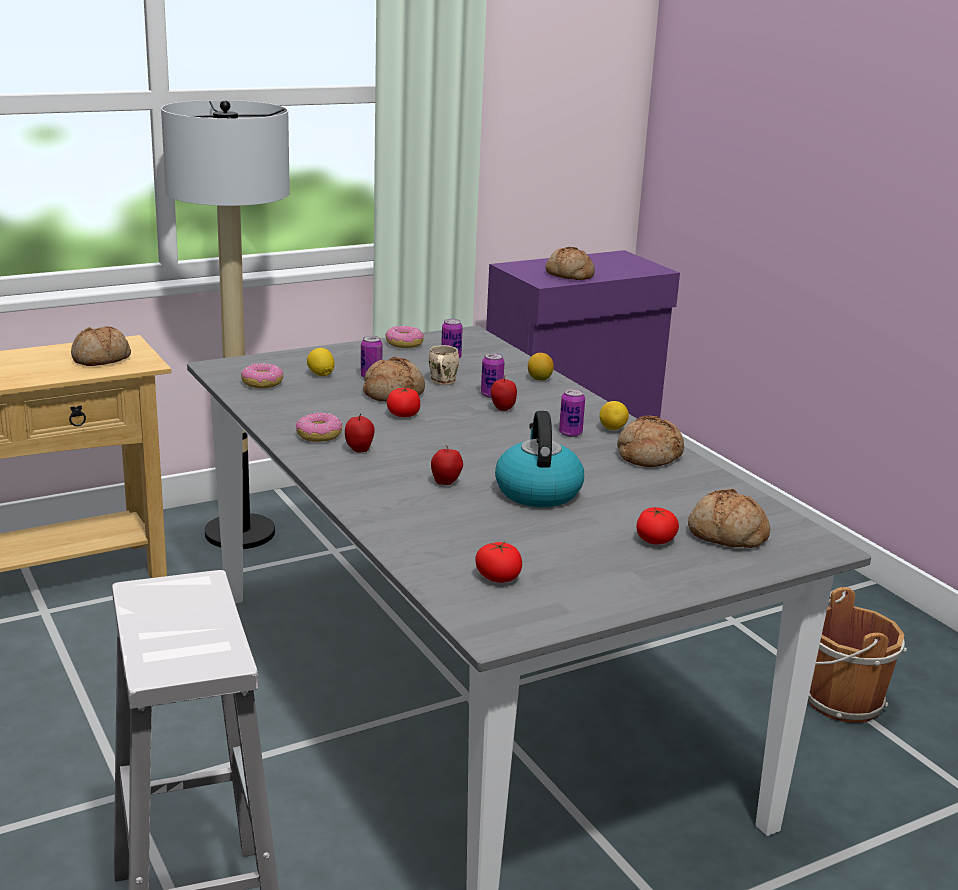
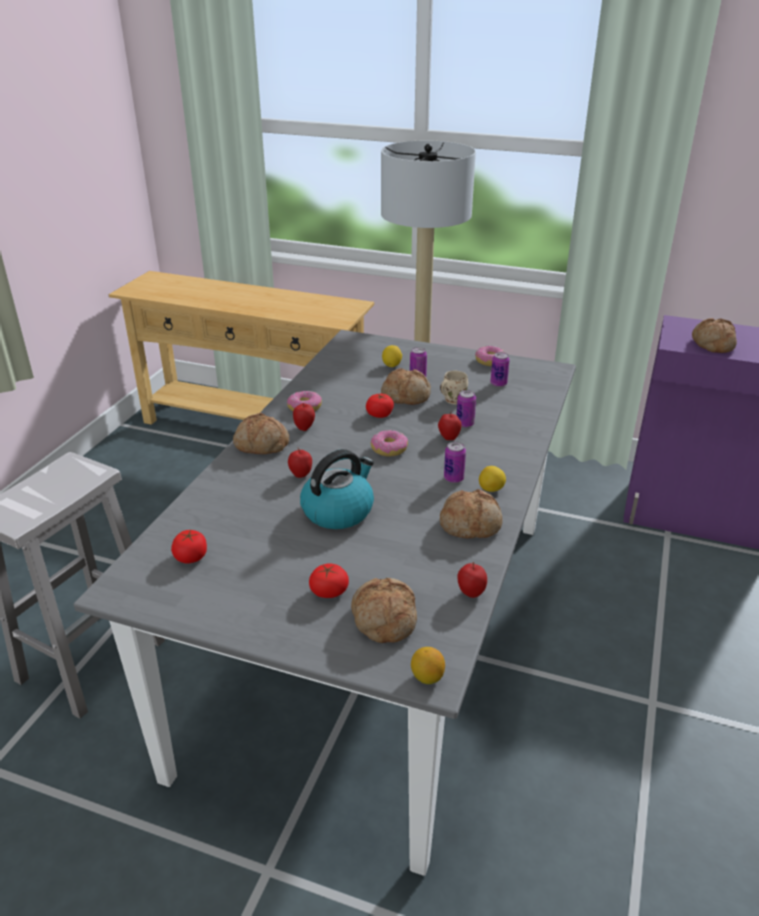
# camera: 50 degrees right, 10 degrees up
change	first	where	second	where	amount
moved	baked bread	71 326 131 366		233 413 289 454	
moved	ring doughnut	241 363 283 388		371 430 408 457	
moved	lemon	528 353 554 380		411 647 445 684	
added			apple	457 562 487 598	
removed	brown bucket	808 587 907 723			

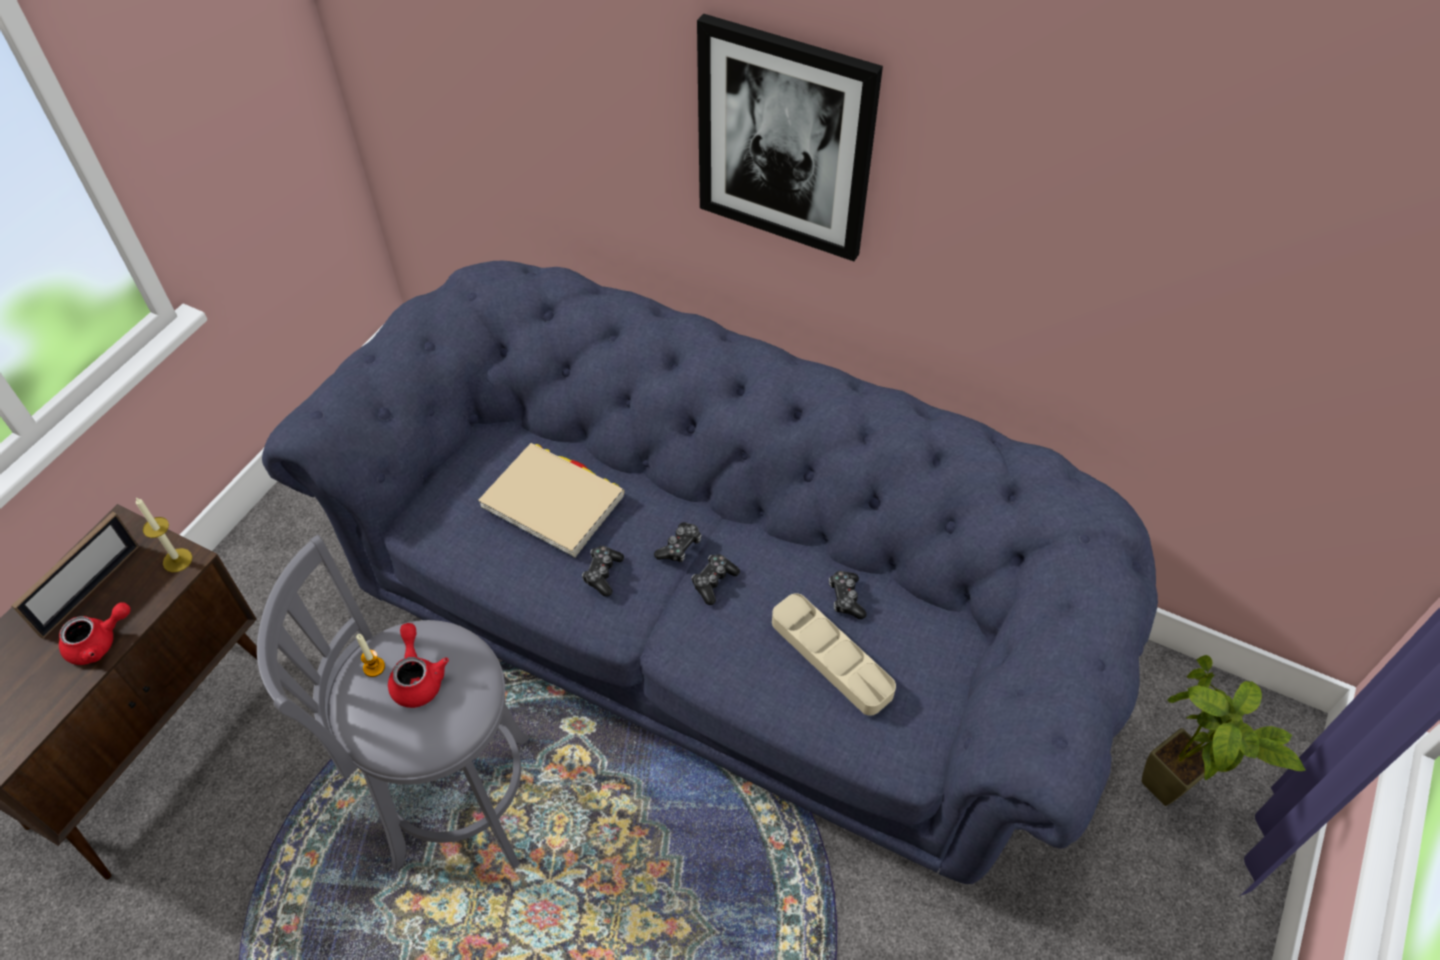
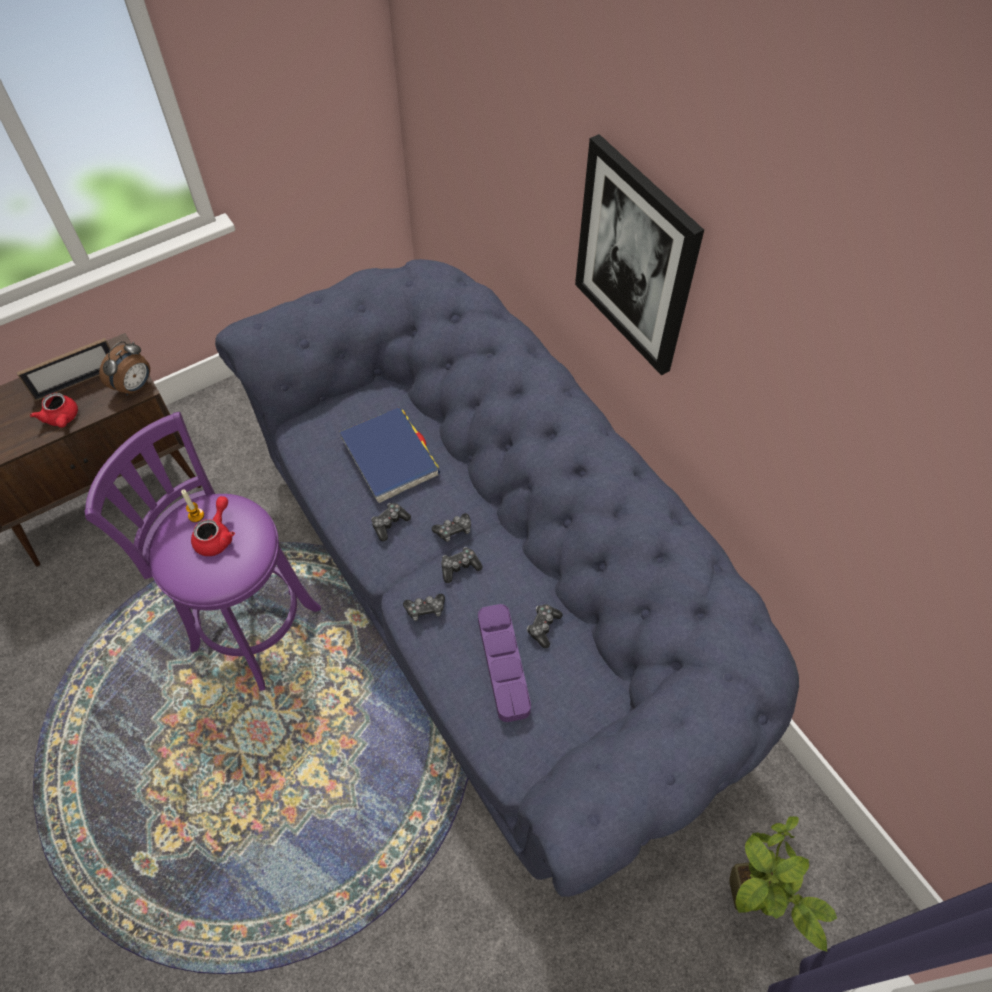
# camera: 30 degrees right, 5 degrees up
change	first	where	second	where	amount
turned	red teapot	59 602 130 665		30 393 78 428	60 degrees clockwise
recoloured	greyish stool	257 535 529 872	purple stool	85 412 321 691	
replaced	wax candle	136 498 192 572	alarm clock	99 341 150 396	
recoloured	sand-coloured volume	478 443 625 558	blue volume	339 407 440 503	
added			joypad	403 594 445 621	
recoloured	sand-coloured carrying tray	772 593 896 716	purple carrying tray	478 604 531 722	

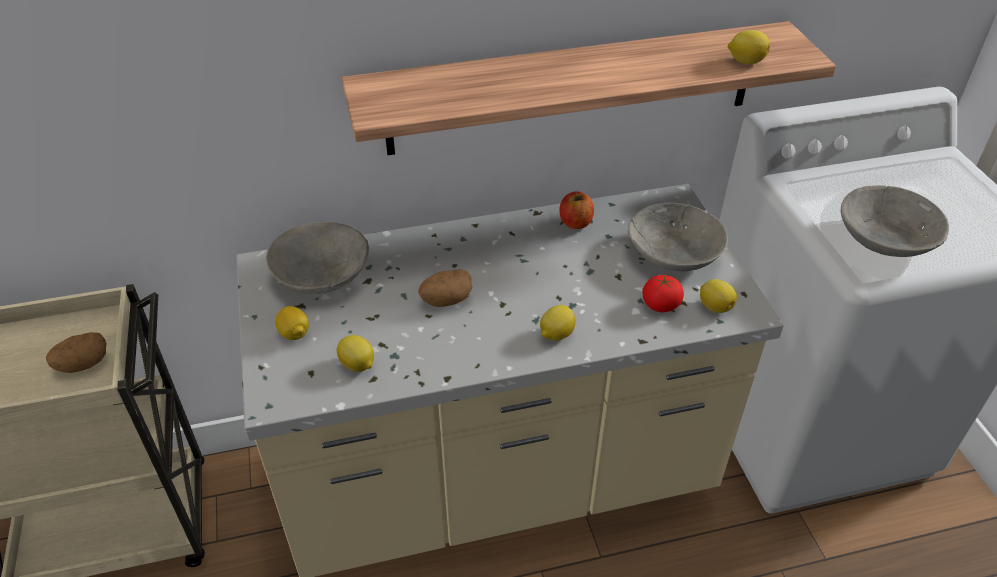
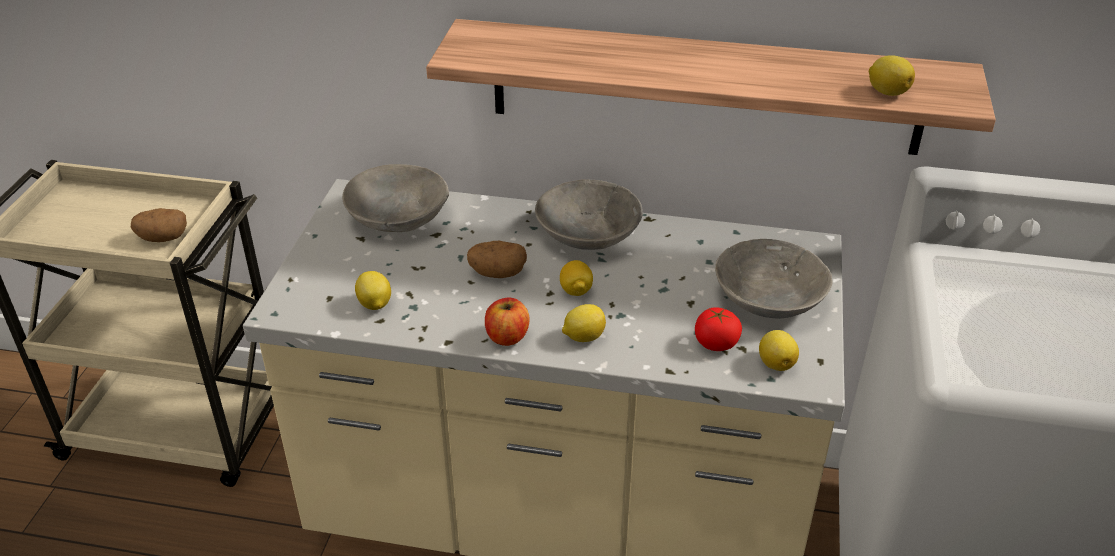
# camera: 25 degrees right, 5 degrees down
change	first	where	second	where	amount
moved	apple	559 191 594 229		485 298 529 346	
moved	greyish deep dish	841 185 949 257		535 179 643 250	
moved	lemon	275 306 309 340		560 260 593 296	

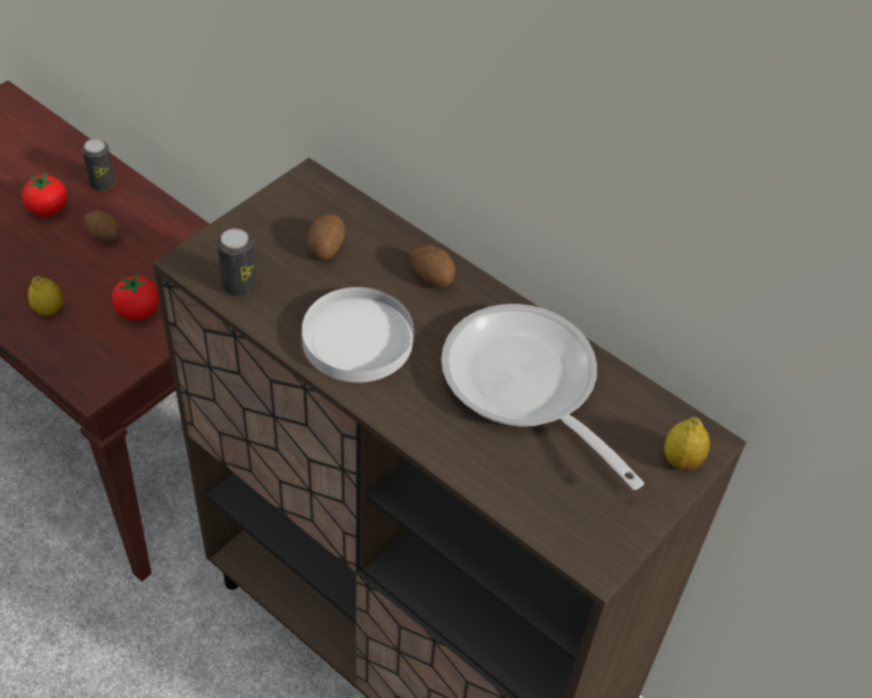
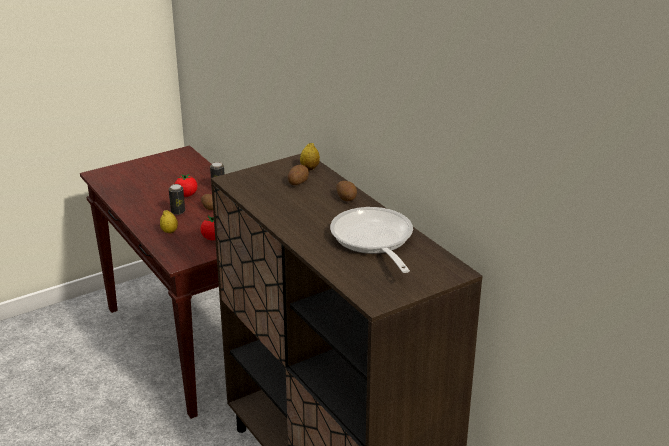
# camera: 20 degrees right, 20 degrees down
change	first	where	second	where	amount
moved	can	217 228 256 296		169 184 185 215	
moved	lemon	664 417 710 471		300 143 320 171	
removed	white plate	302 287 414 383			

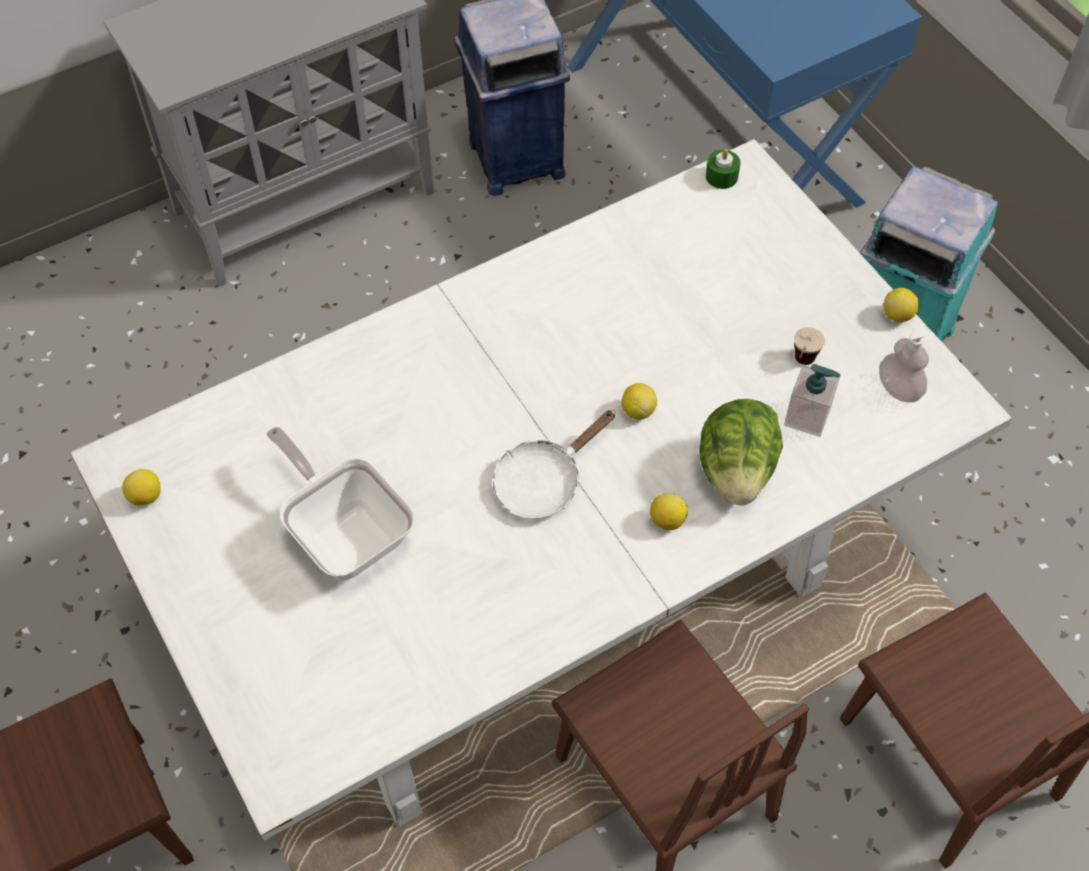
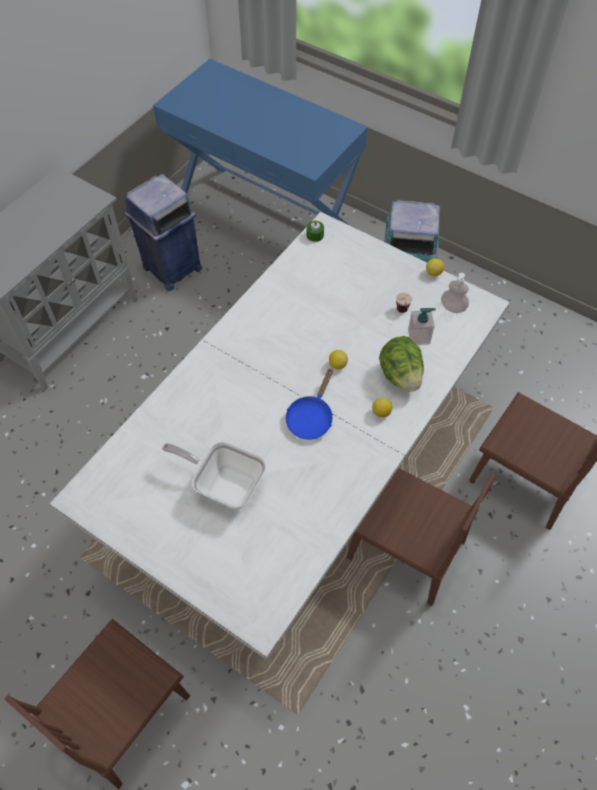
# camera: 25 degrees left, 0 degrees up
change	first	where	second	where	amount
recoloured	white pan	493 410 616 519	blue pan	286 368 333 440	
removed	lemon	122 469 161 505			

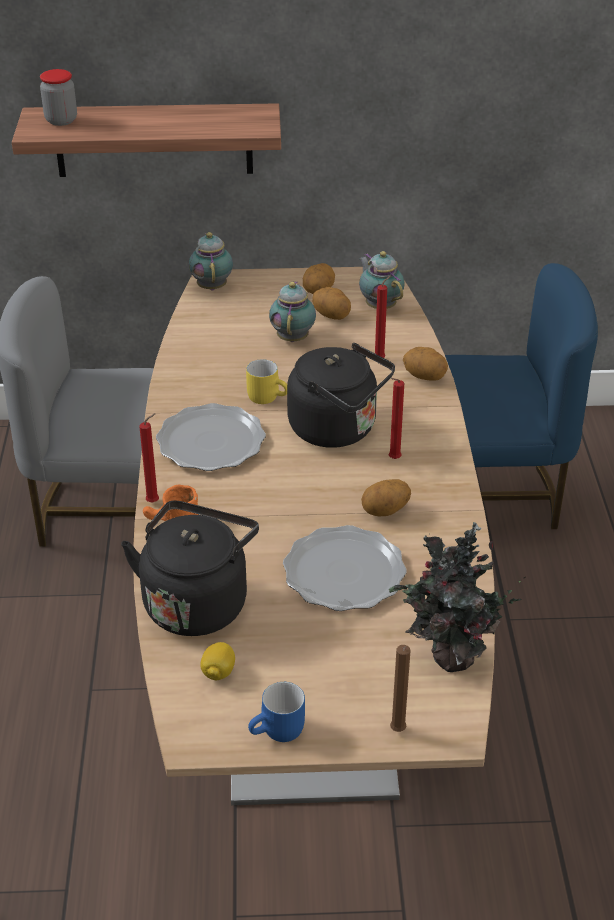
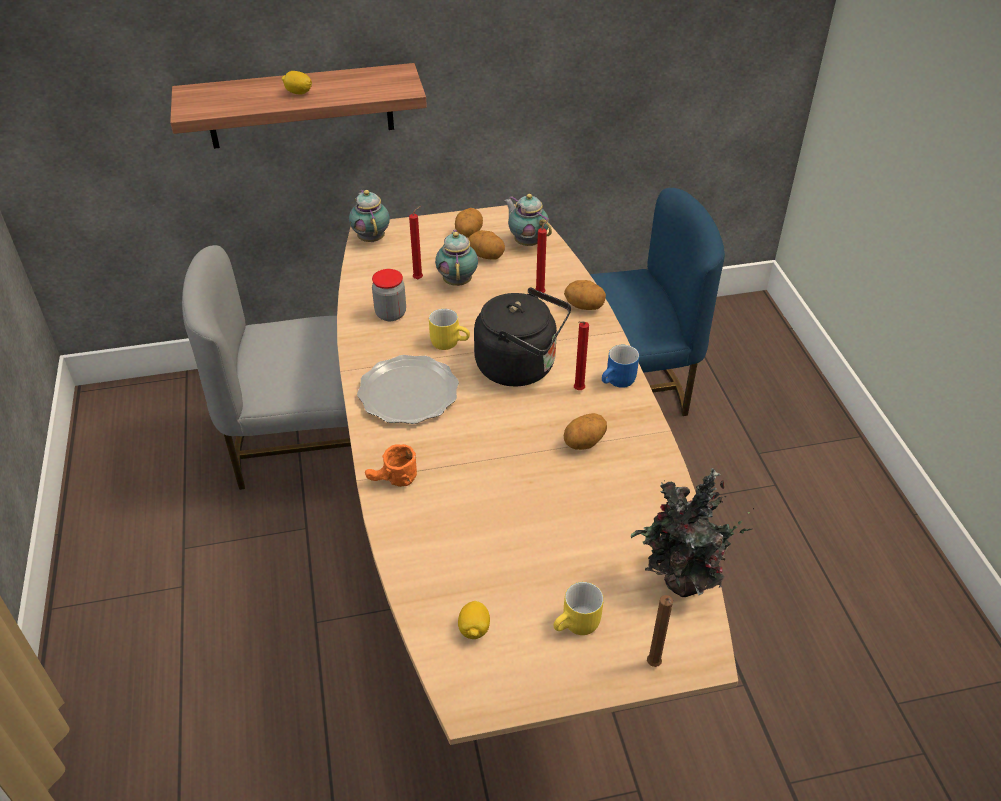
# camera: 10 degrees left, 5 degrees up
change	first	where	second	where	amount
added			lemon	282 71 312 95	
moved	preserve jar	40 69 77 126		372 269 406 321	
moved	red wax candle	139 413 159 502		409 206 423 279	
added			yellow tea mug	554 582 604 635	
moved	blue tea mug	248 682 305 742		602 345 639 388	
removed	black-coloured kettle	121 500 259 636			
removed	plate	283 525 407 611			

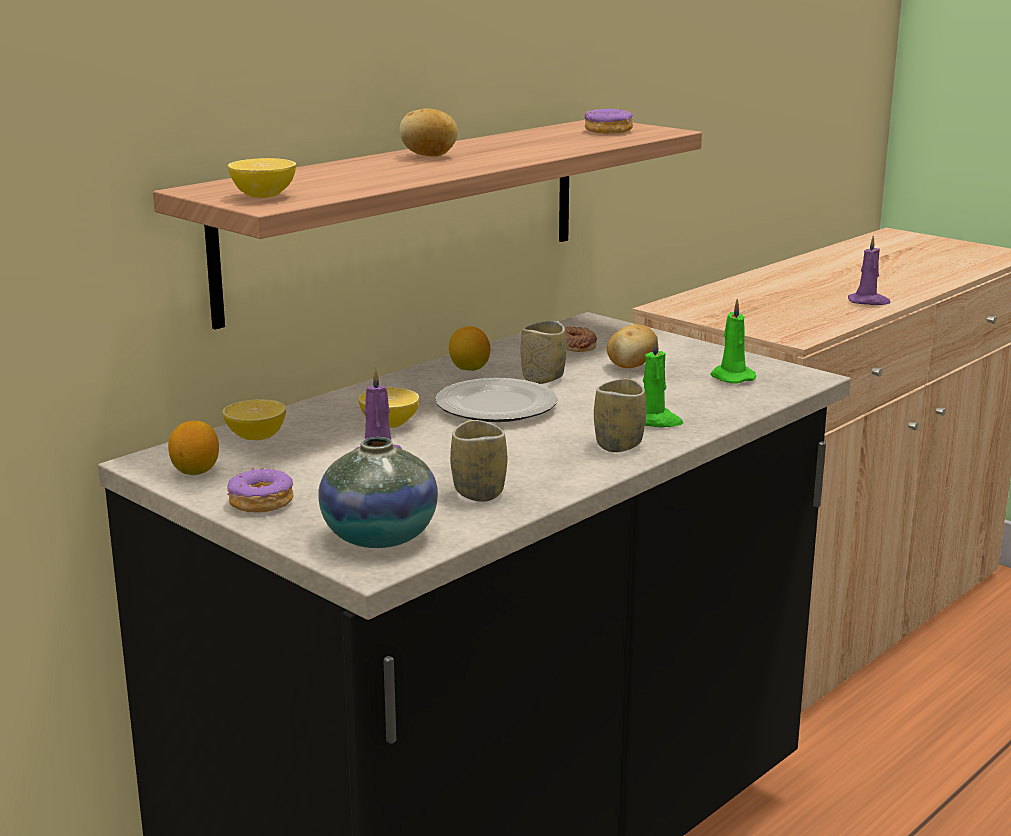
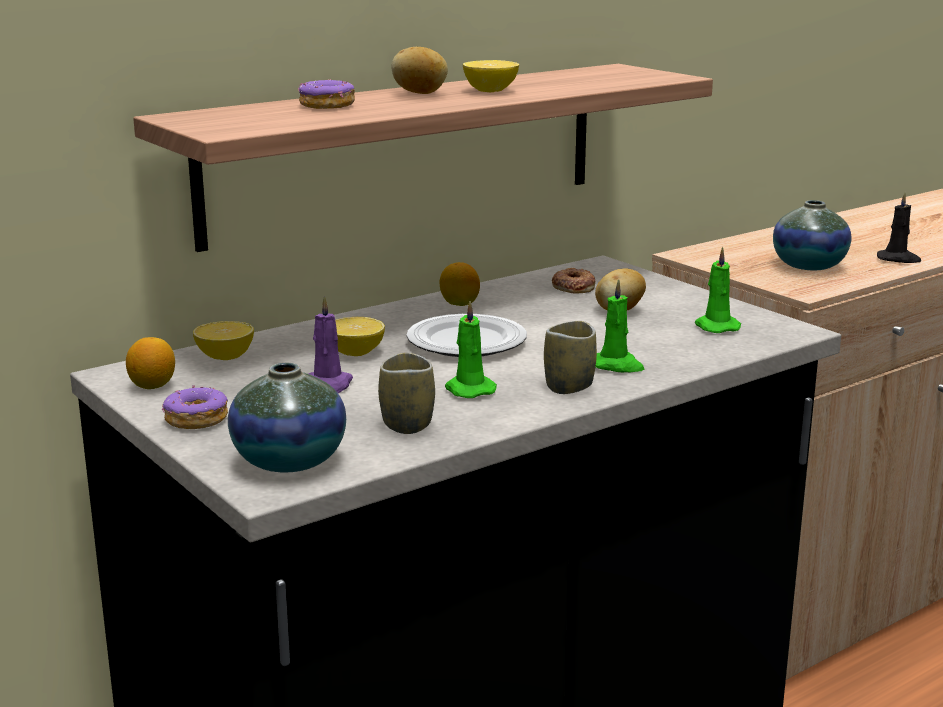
# camera: 10 degrees right, 0 degrees up
change	first	where	second	where	amount
moved	ring doughnut	584 108 633 134		298 79 355 109	
added			green-coloured wax candle	445 300 497 398	
moved	lemon	228 158 296 198		463 60 519 93	
added			flower vase	773 200 851 270	
recoloured	purple wax candle	848 235 891 305	black-coloured wax candle	877 192 921 263	
removed	drinking cup	520 321 566 384			

